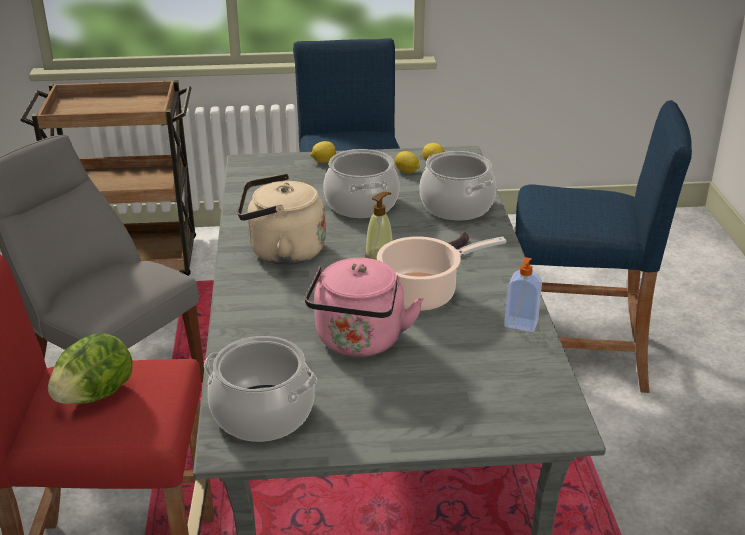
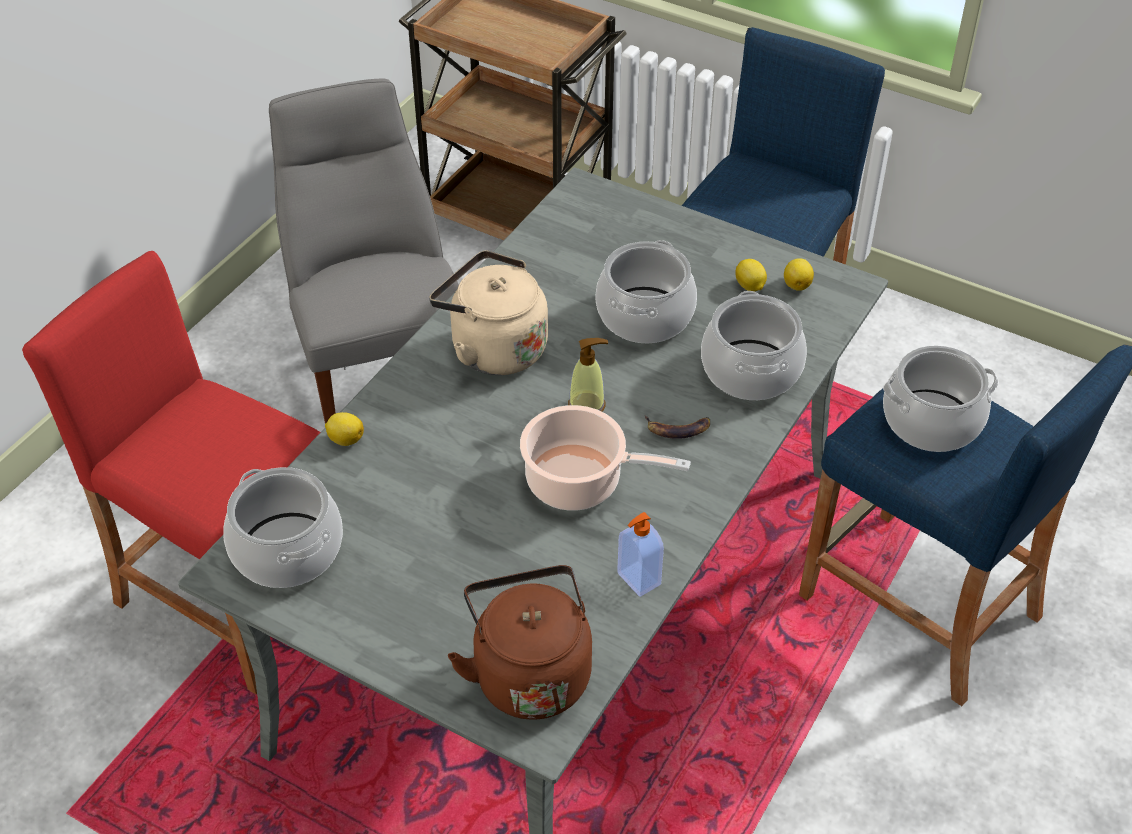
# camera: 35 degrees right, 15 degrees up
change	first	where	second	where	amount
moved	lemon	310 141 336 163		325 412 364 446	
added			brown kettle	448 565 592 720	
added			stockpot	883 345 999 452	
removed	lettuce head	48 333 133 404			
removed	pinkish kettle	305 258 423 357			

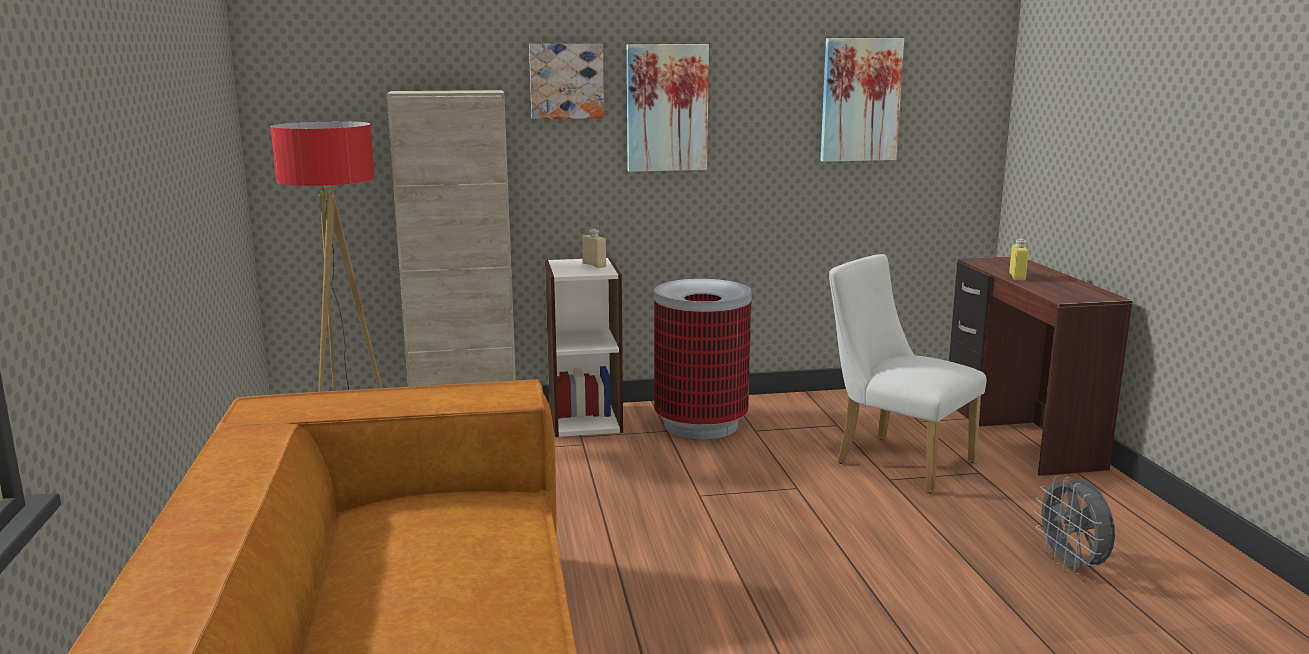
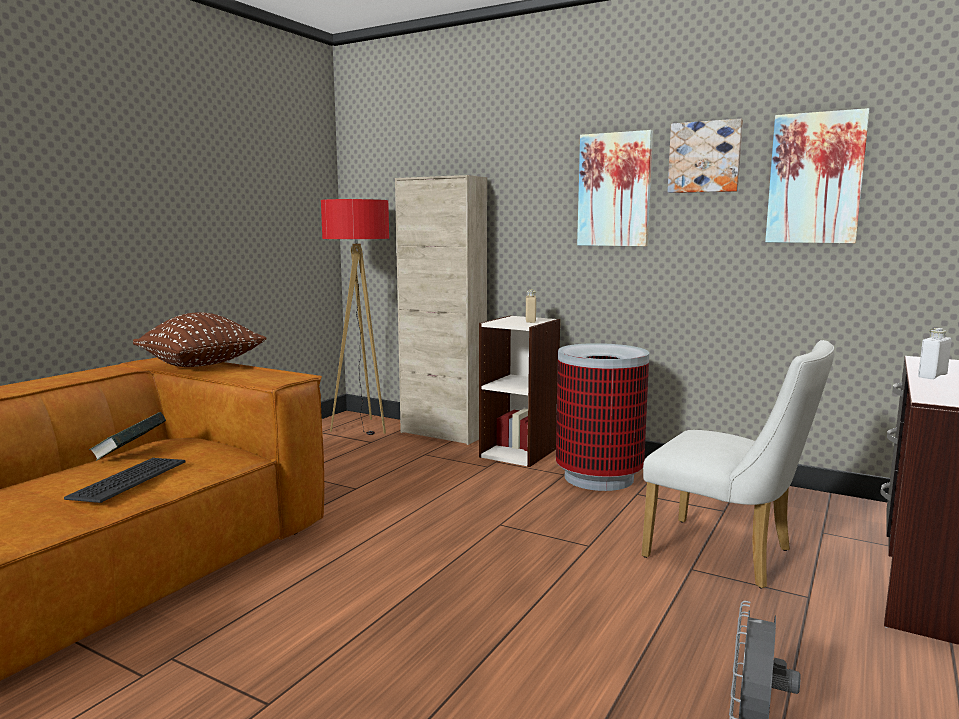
# camera: 40 degrees right, 5 degrees down
change	first	where	second	where	amount
added			computer keyboard	64 458 186 503	
added			volume	89 412 166 461	
added			brown cushion	133 312 267 367	
turned	white plain chair	829 254 987 494		641 340 834 589	135 degrees clockwise
moved	wall picture	529 44 604 119		668 119 743 193	
recoloured	yellow drink bottle	1009 239 1029 280	white drink bottle	918 328 952 379	

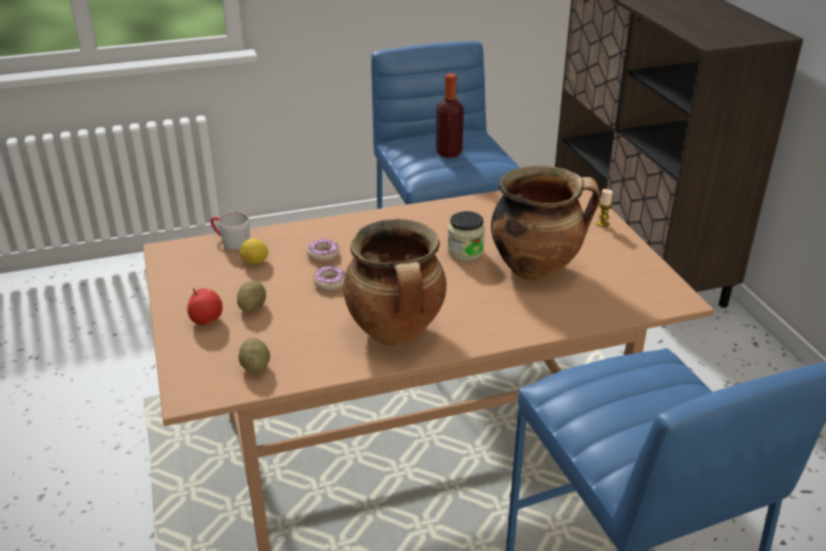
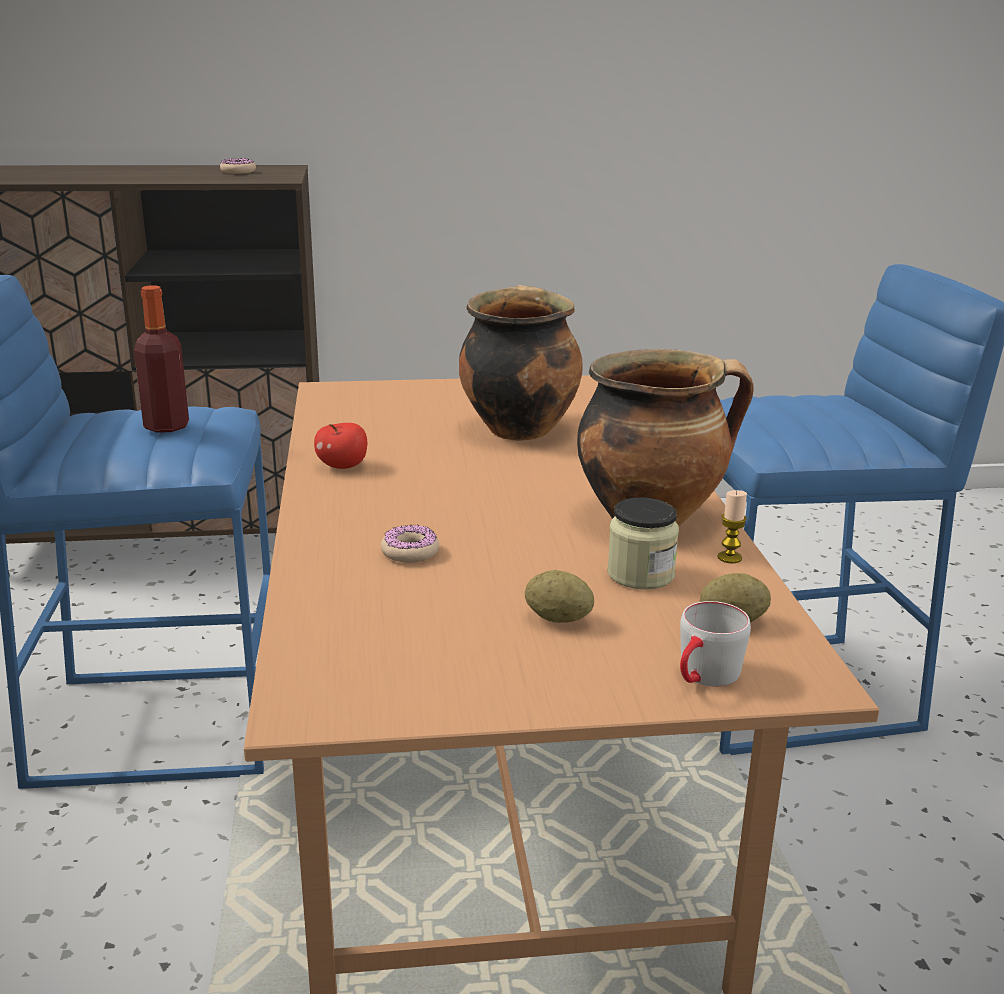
# camera: 80 degrees left, 10 degrees down
change	first	where	second	where	amount
moved	ring doughnut	313 266 346 291		220 158 256 174	
moved	apple	187 288 223 325		314 423 367 469	
moved	preserve jar	448 211 485 261		607 497 679 590	
moved	greyish tea mug	210 212 250 250		680 601 751 687	
moved	wax candle	597 189 613 227		718 490 747 563	
removed	lemon	240 238 268 264			

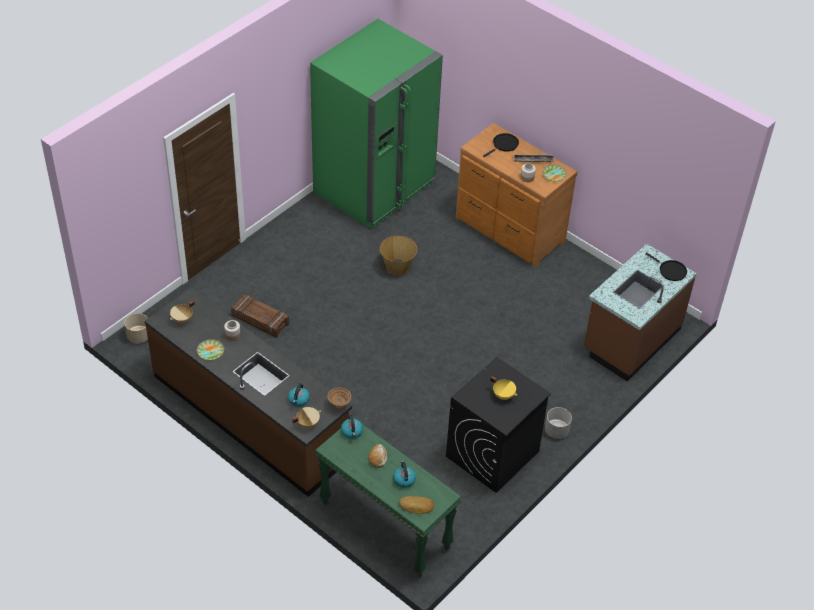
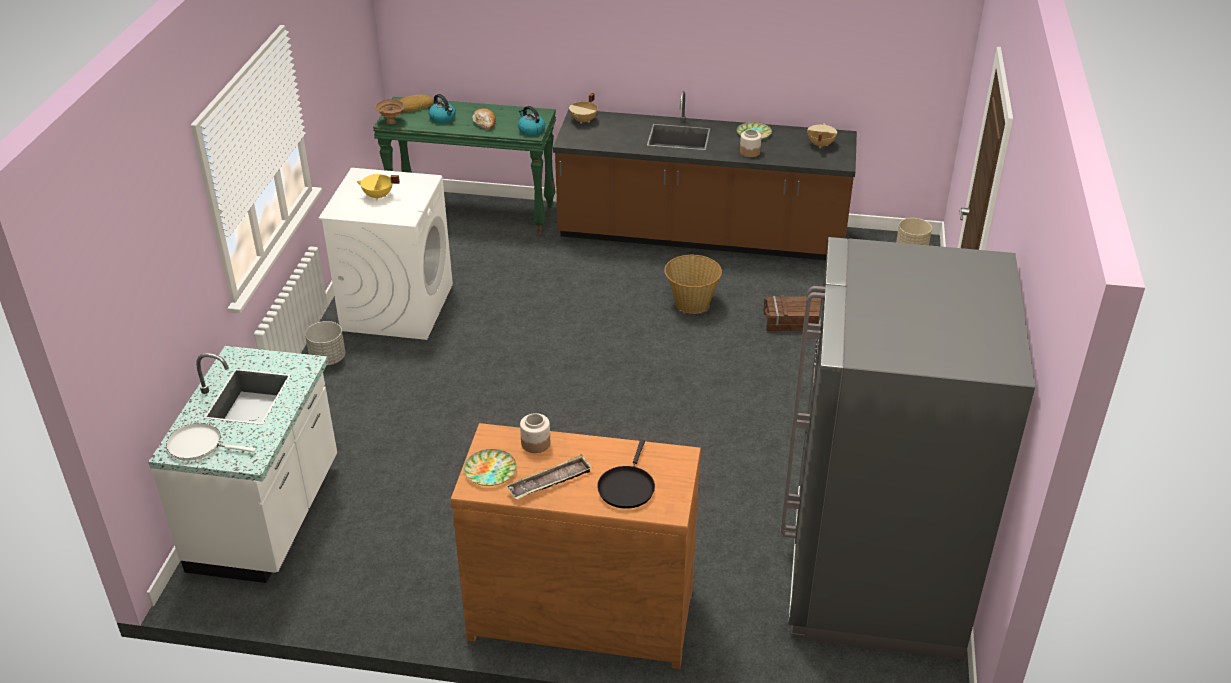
# camera: 150 degrees right, 10 degrees down
change	first	where	second	where	amount
recoloured	brown counter	584 244 697 381	white counter	148 346 337 583	
recoloured	black-coloured pan	645 253 687 281	white pan	166 423 256 461	
recoloured	black-coloured washing machine	446 357 551 493	white washing machine	319 168 453 340	
moved	brown deep dish	327 387 351 409		375 99 405 124	
moved	basket	380 236 417 275		664 255 722 314	
recoloured	green-coloured fridge	310 19 443 229	greyish fridge	781 237 1035 660	
removed	kettle	288 383 310 407			

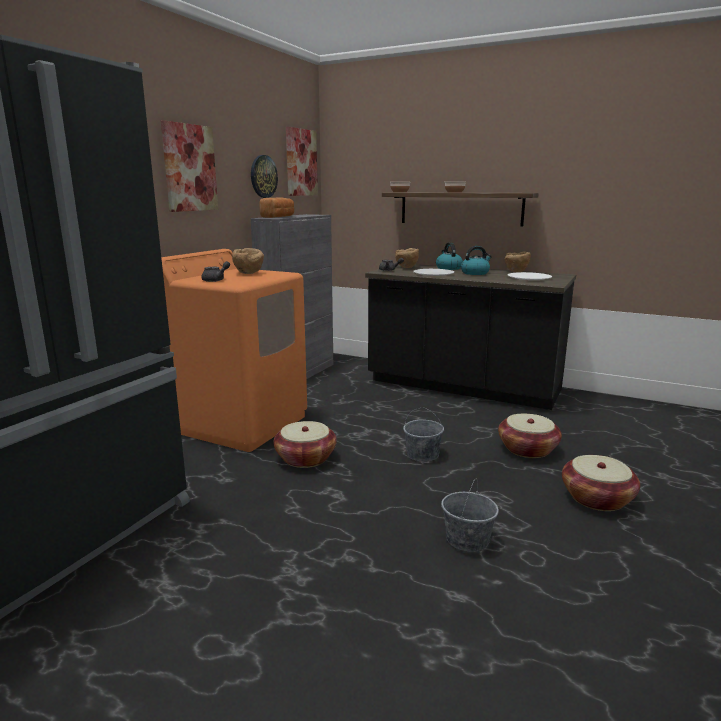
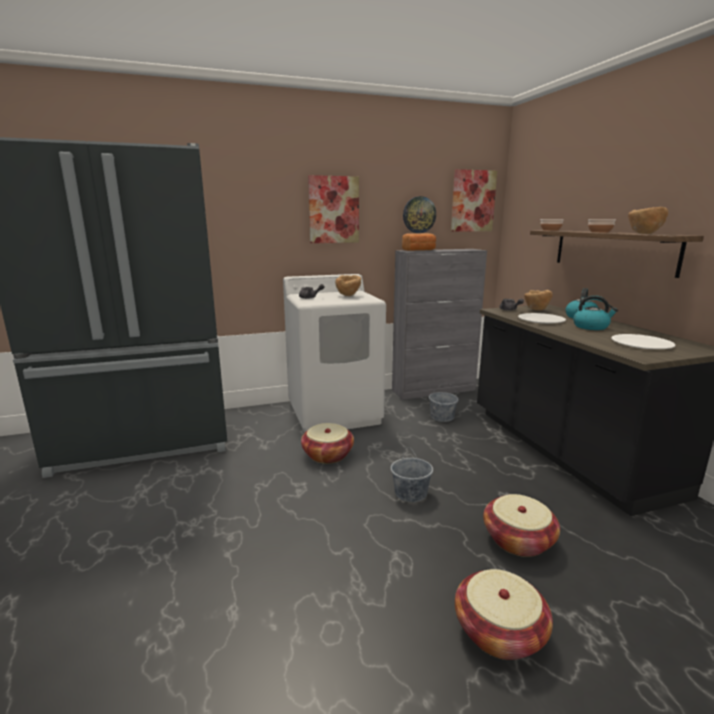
# camera: 45 degrees right, 0 degrees up
change	first	where	second	where	amount
recoloured	orange washing machine	161 249 307 452	white washing machine	283 274 386 433	
moved	greyish bucket	441 479 499 552		429 383 458 422	
moved	brown deep dish	504 251 531 272		628 207 668 234	

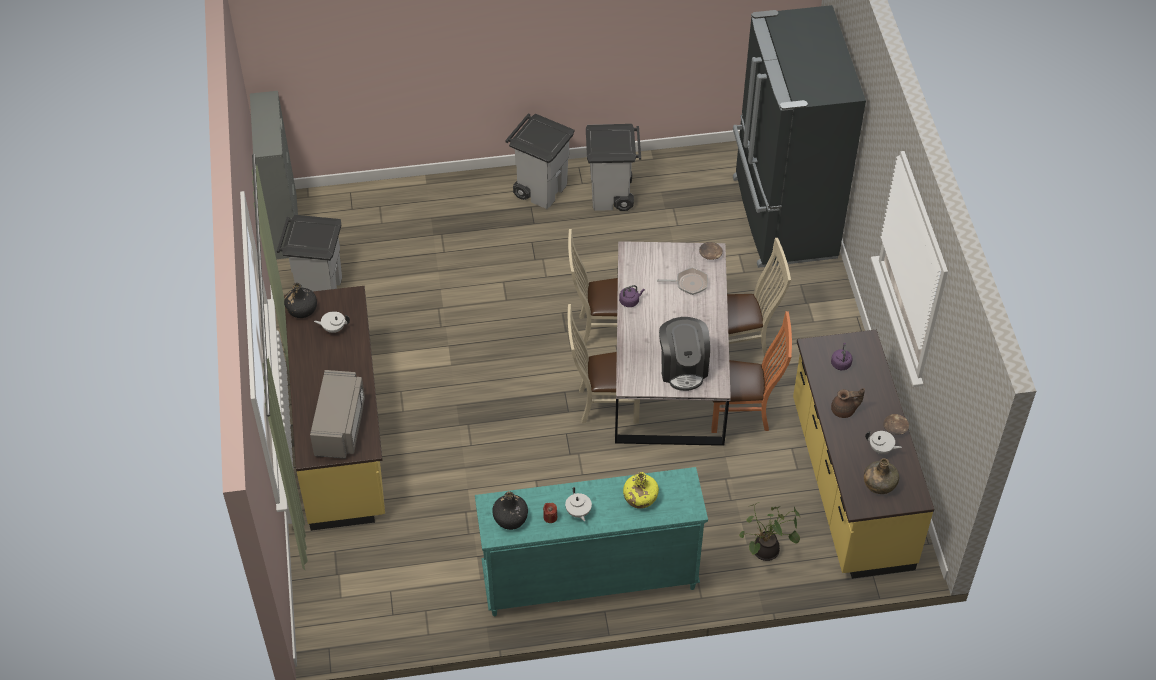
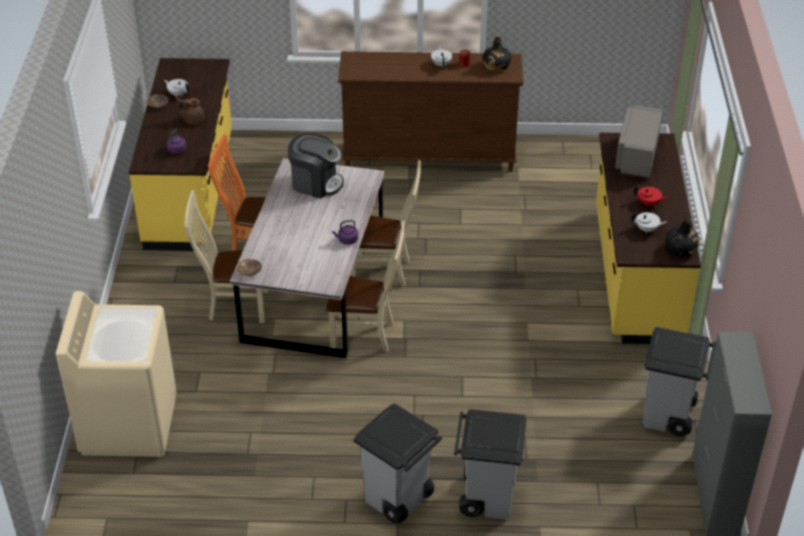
# camera: 170 degrees left, 10 degrees down
change	first	where	second	where	amount
replaced	black-coloured fridge	733 5 866 268	sand-coloured washing machine	56 291 177 457	
turned	coffee maker	659 317 710 391		288 133 344 199	105 degrees clockwise
recoloured	blue-green chest of drawers	475 467 708 616	brown chest of drawers	338 51 523 172	
moved	greyish waste bin	586 124 641 211		454 409 527 520	
added			red teapot	634 185 668 207	
removed	yellow drink bottle	623 472 659 509			
removed	pan	657 268 708 295			
removed	plant in a pot	739 502 800 561			
removed	green-coloured drink bottle	864 458 899 494			

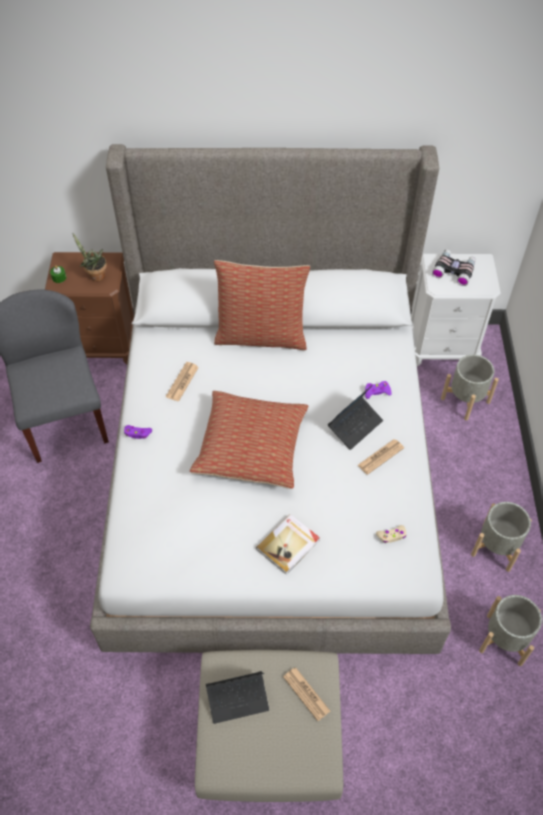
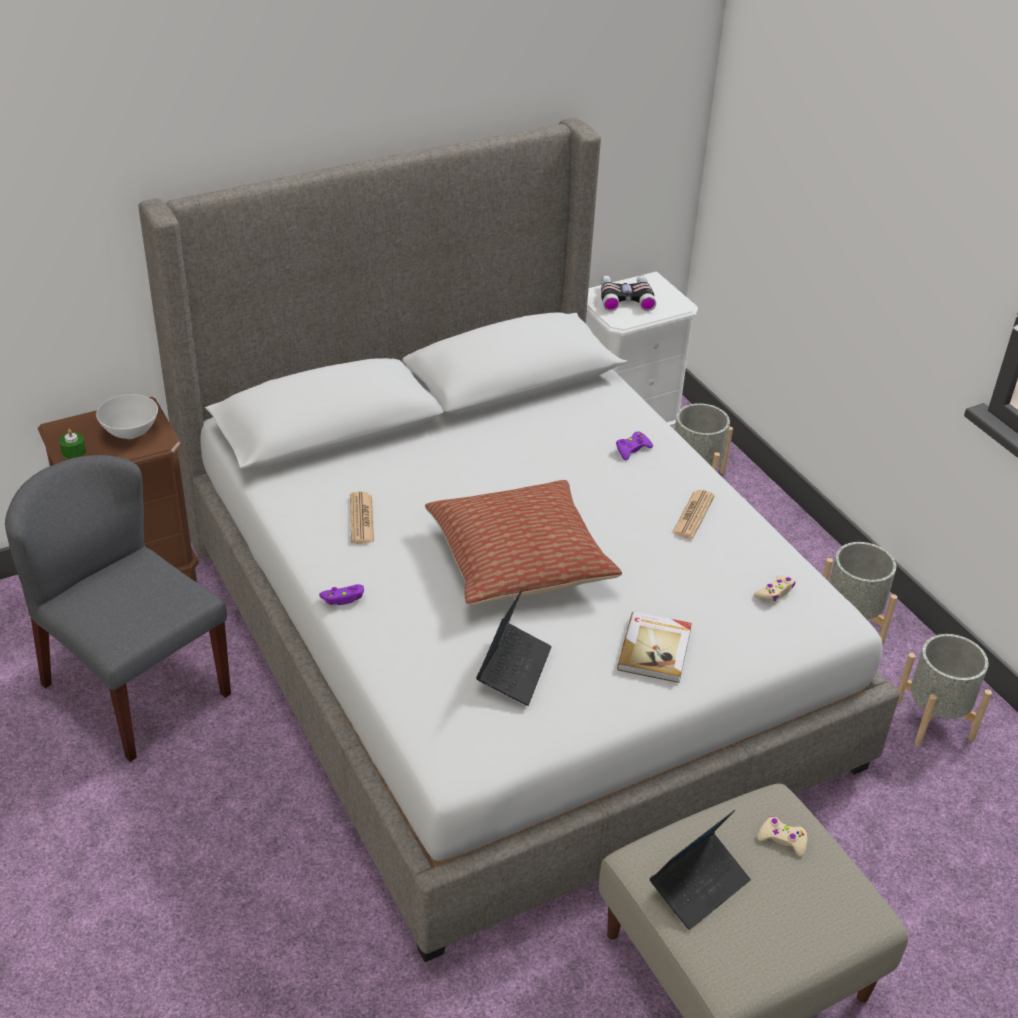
# camera: 30 degrees left, 15 degrees down
change	first	where	second	where	amount
replaced	plant in a pot	72 232 107 281	white deep dish	96 394 158 439	
moved	notebook computer	328 385 383 450		476 587 552 706	
replaced	printed paper	283 667 330 721	sand-coloured joypad	757 816 807 856	
removed	cushion	214 260 310 350			

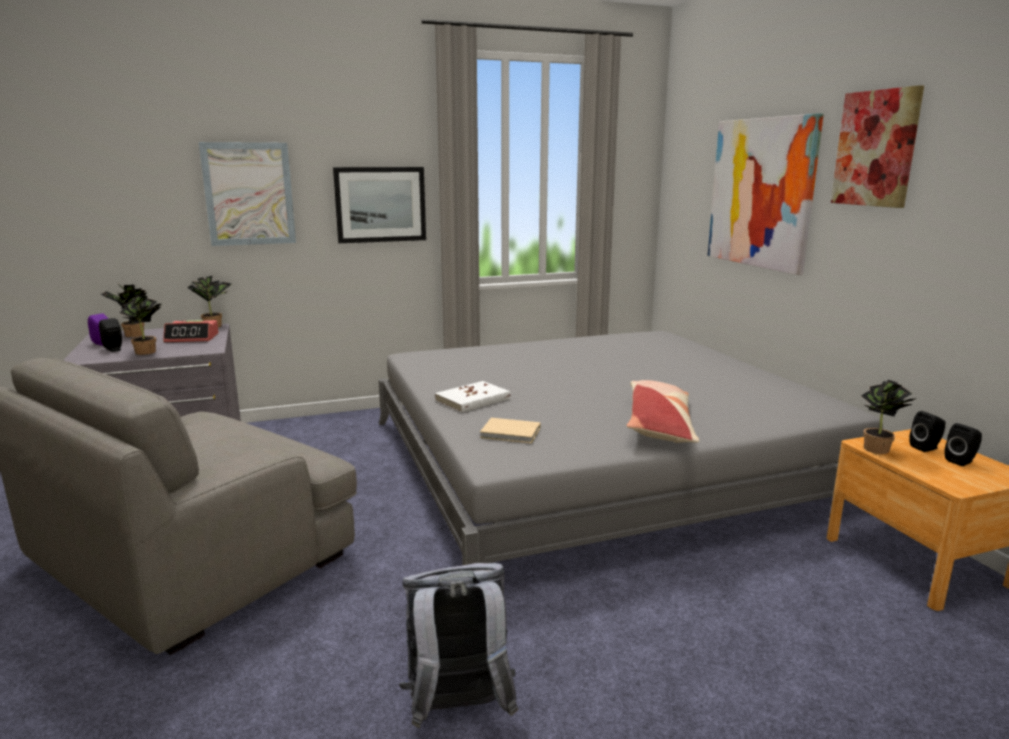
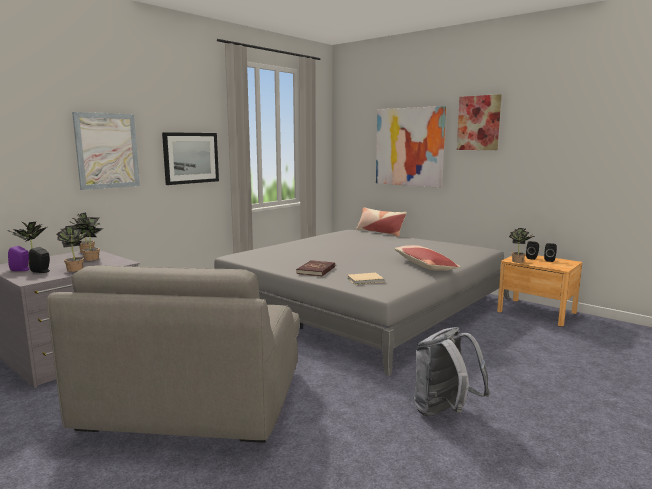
# camera: 30 degrees left, 5 degrees down
change	first	where	second	where	amount
replaced	alarm clock	163 320 219 342	plant in a pot	74 217 104 261	
recoloured	white volume	435 381 510 413	red volume	296 260 335 276	
added			cushion	356 207 407 237	

